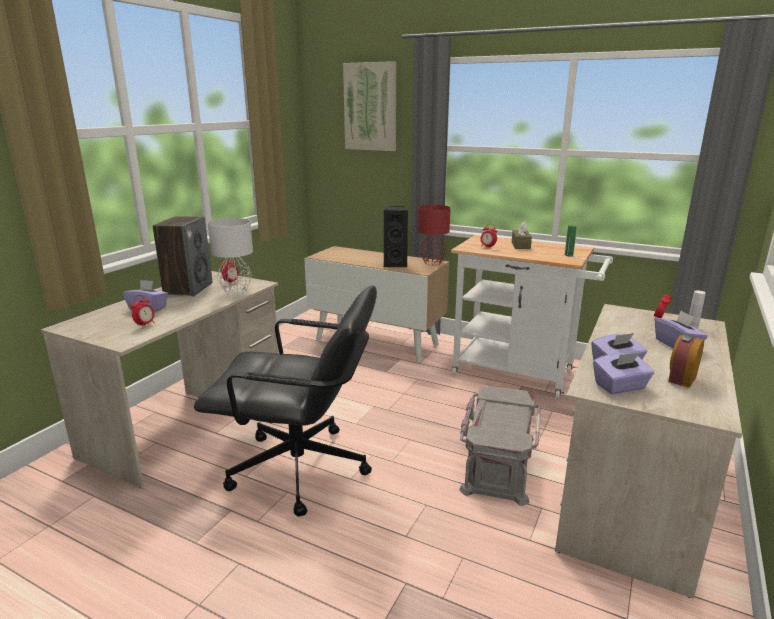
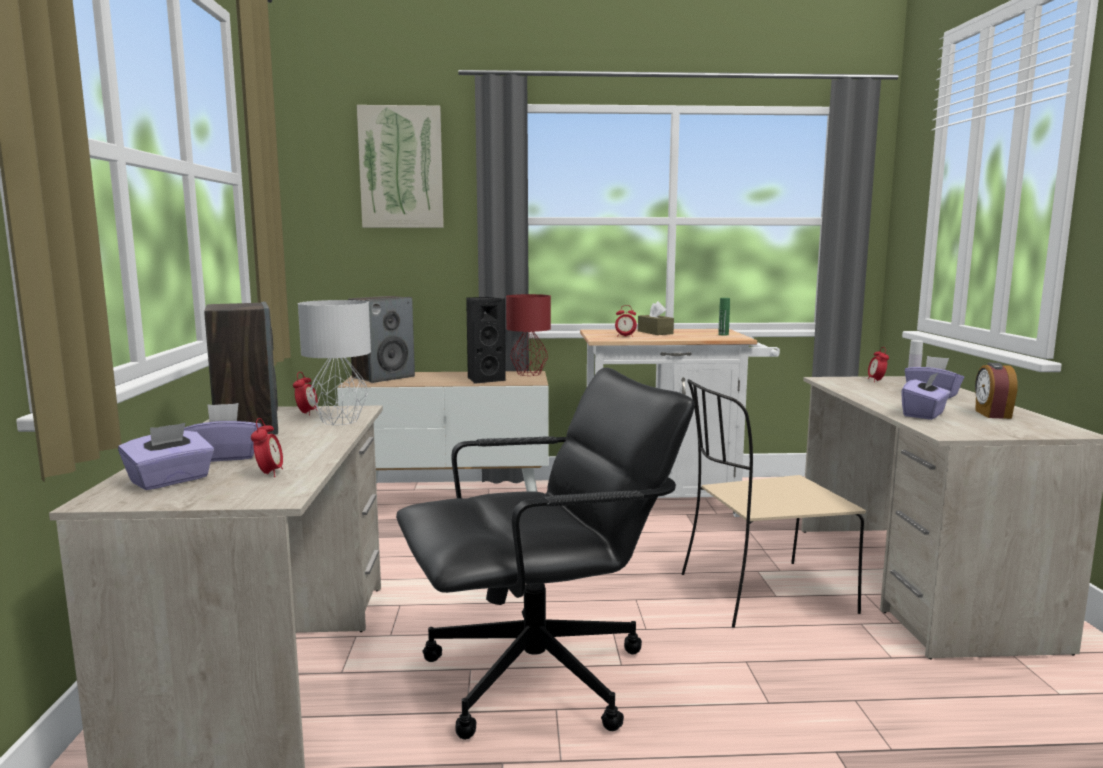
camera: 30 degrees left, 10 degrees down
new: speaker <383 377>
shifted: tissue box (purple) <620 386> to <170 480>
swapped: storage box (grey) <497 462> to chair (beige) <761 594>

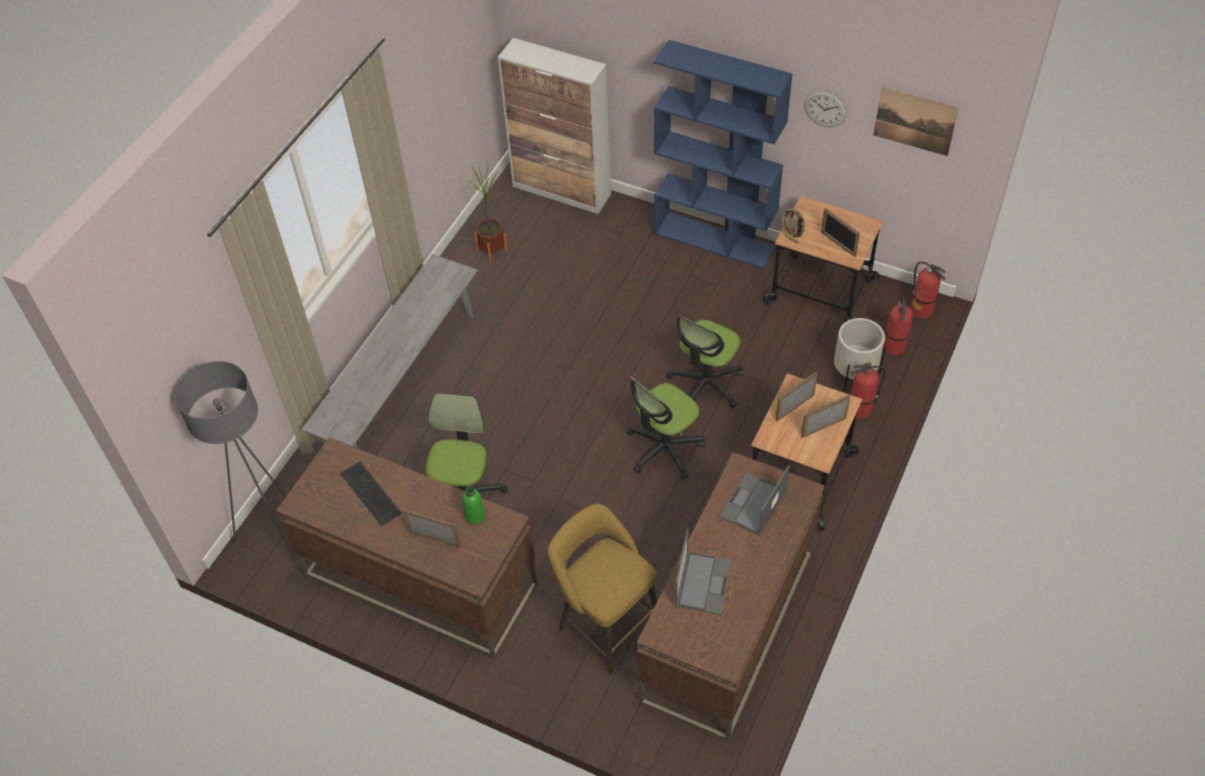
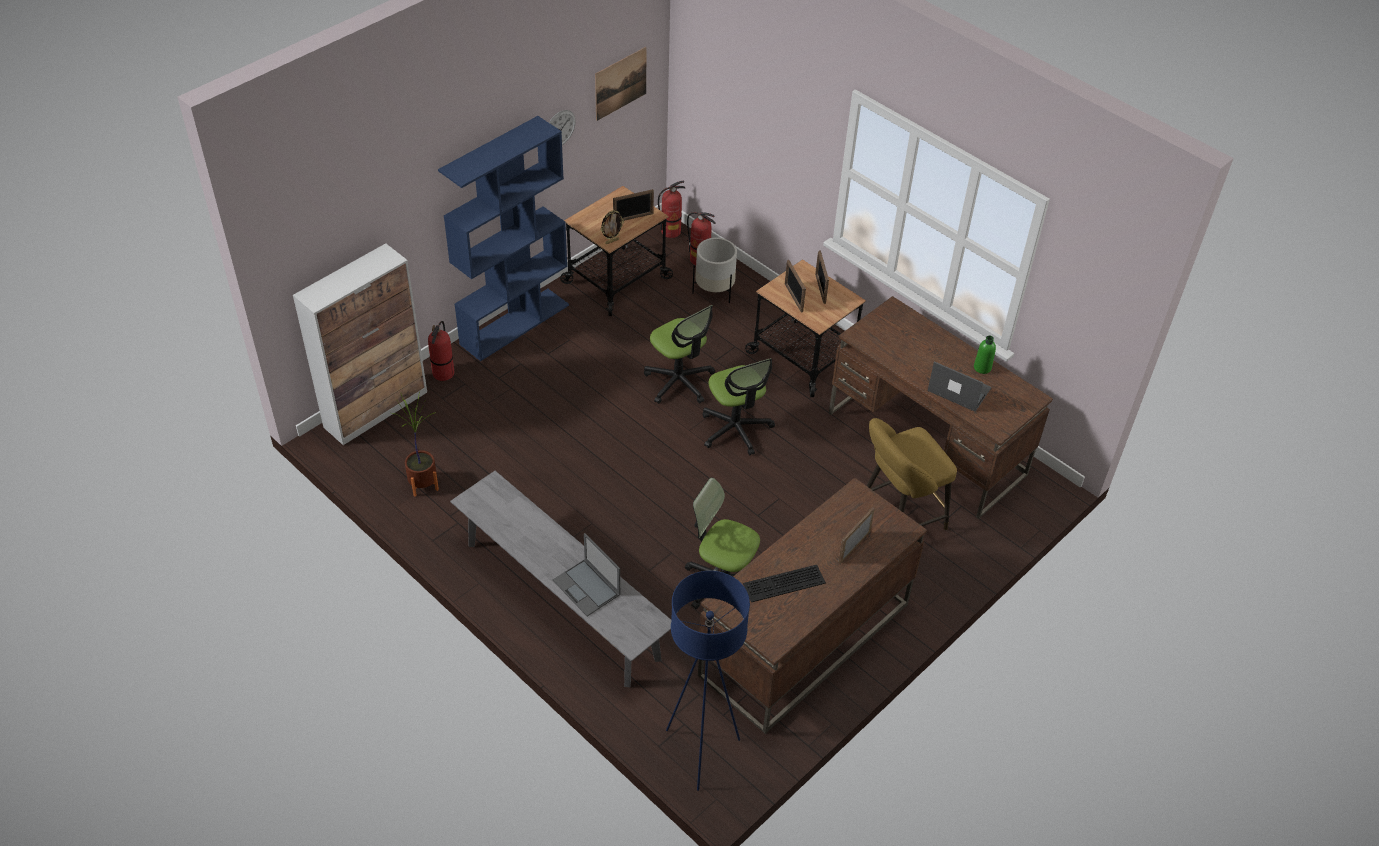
camera: 75 degrees left, 5 degrees down
shifted: fire extinguisher <860 410> to <443 374>; laptop <753 505> to <587 588>; bottle (green) <475 516> to <982 368>
repainted: floor lamp (grey) <273 533> to floor lamp (blue) <700 752>

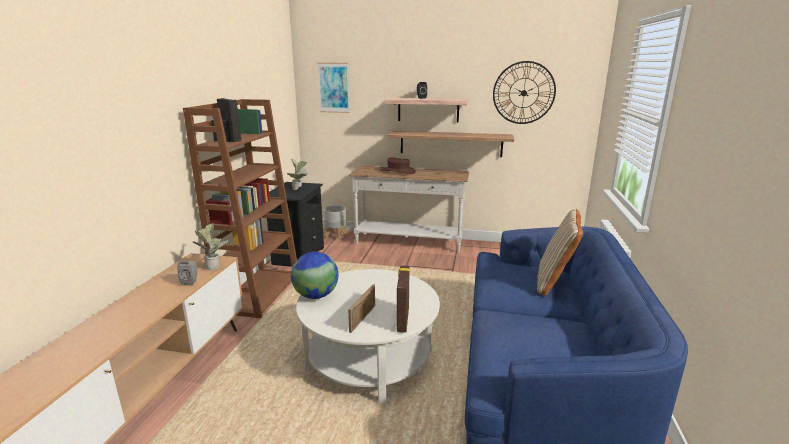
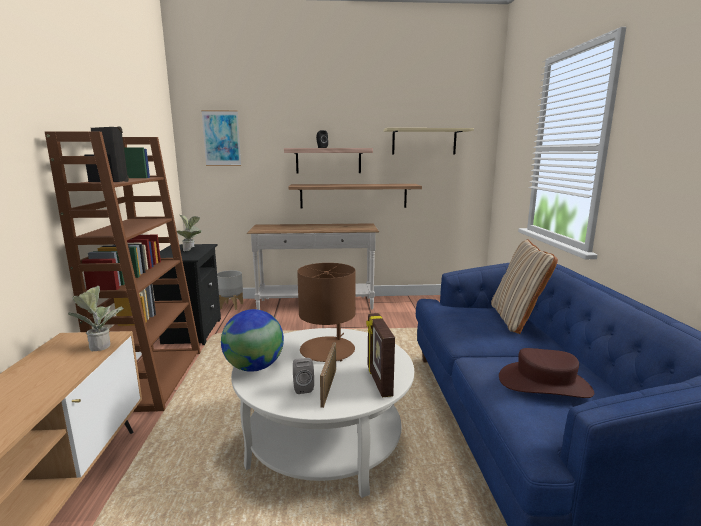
camera: 15 degrees left, 5 degrees down
new: table lamp (brown) <328 350>
shifted: speaker (grey) <190 282> to <302 387>; hat (brown) <398 171> to <544 383>
swapped: wall clock <523 93> to shelf (beige) <424 141>

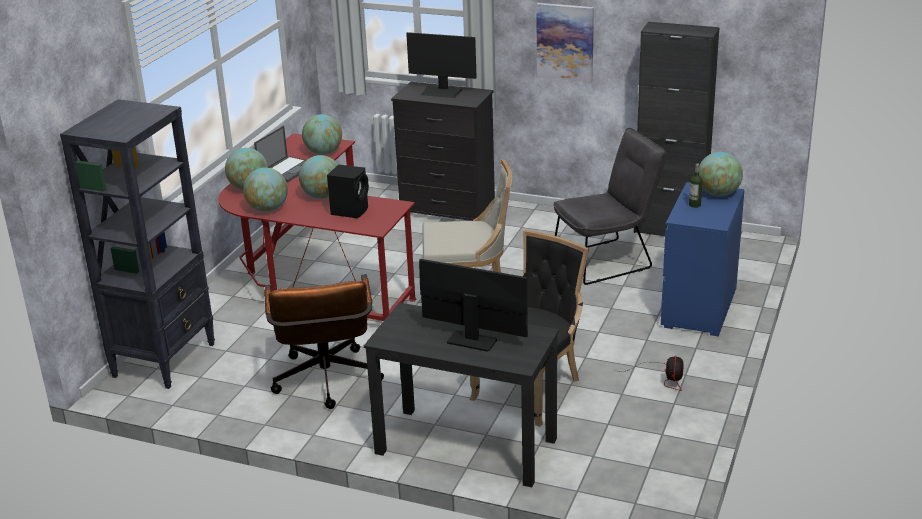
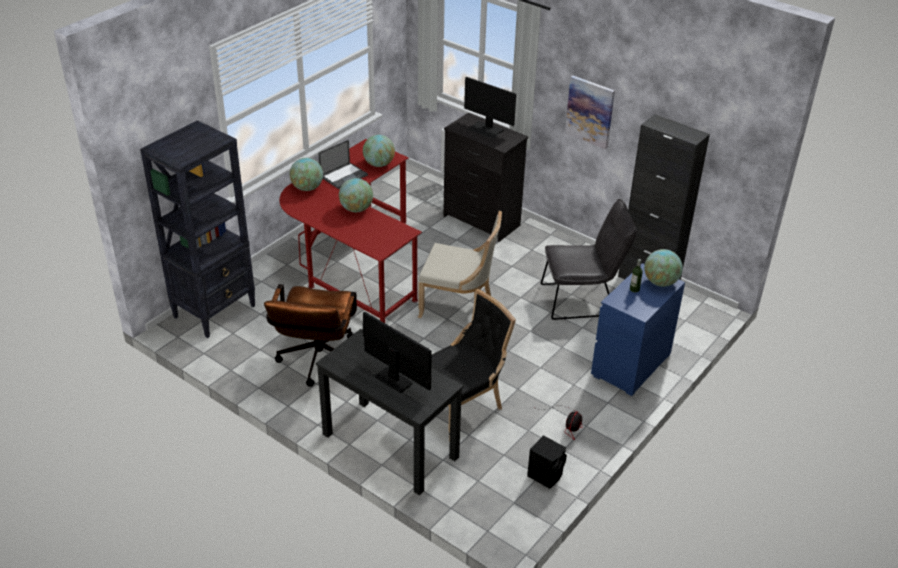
camera: 15 degrees right, 10 degrees up
gone: globe <267 209>
shifted: speaker (black) <350 210> to <546 474>

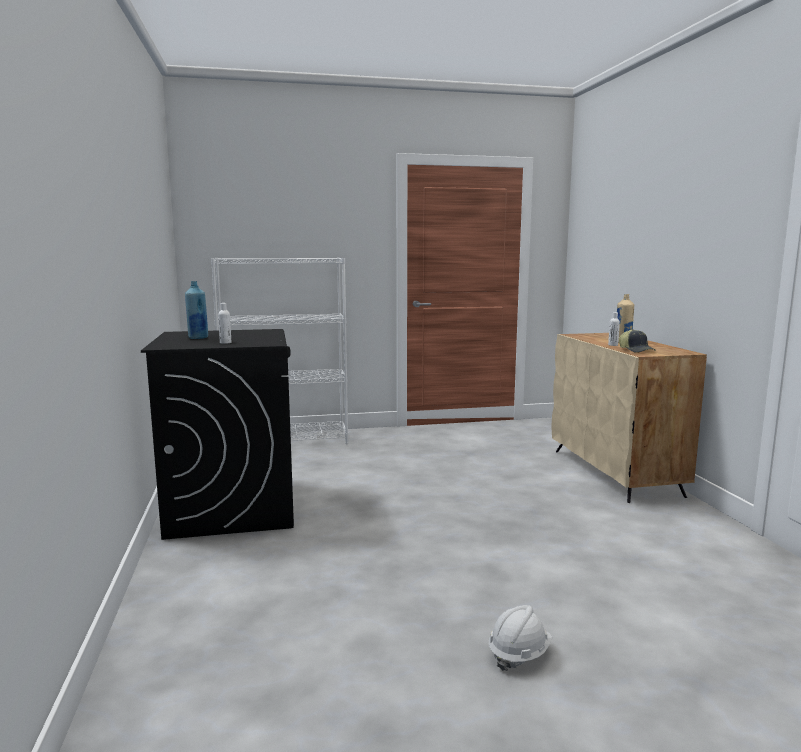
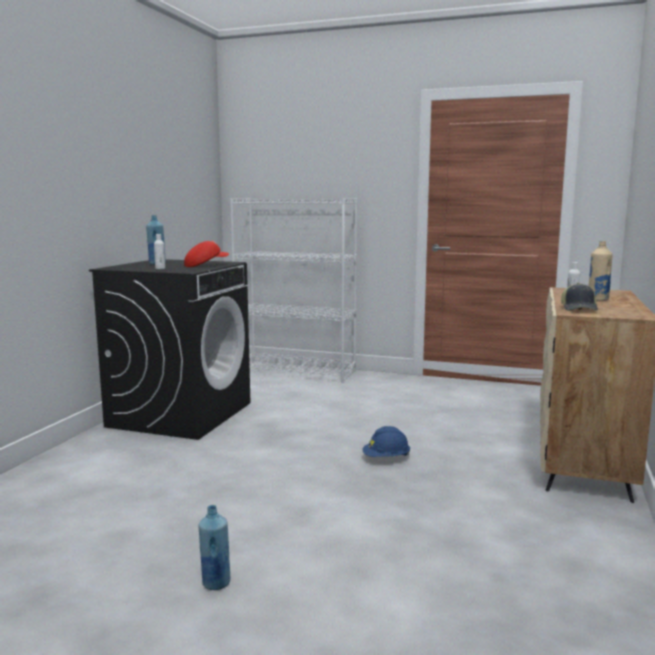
camera: 30 degrees right, 0 degrees up
new: cap (red) <206 265>; hard hat (blue) <386 458>
swapped: hard hat (white) <519 654> to bottle (blue) <215 583>

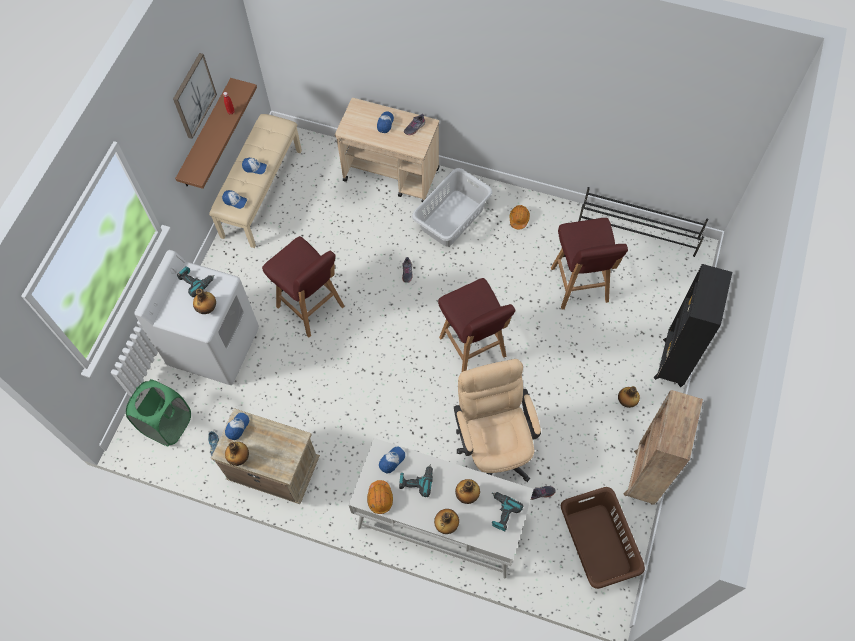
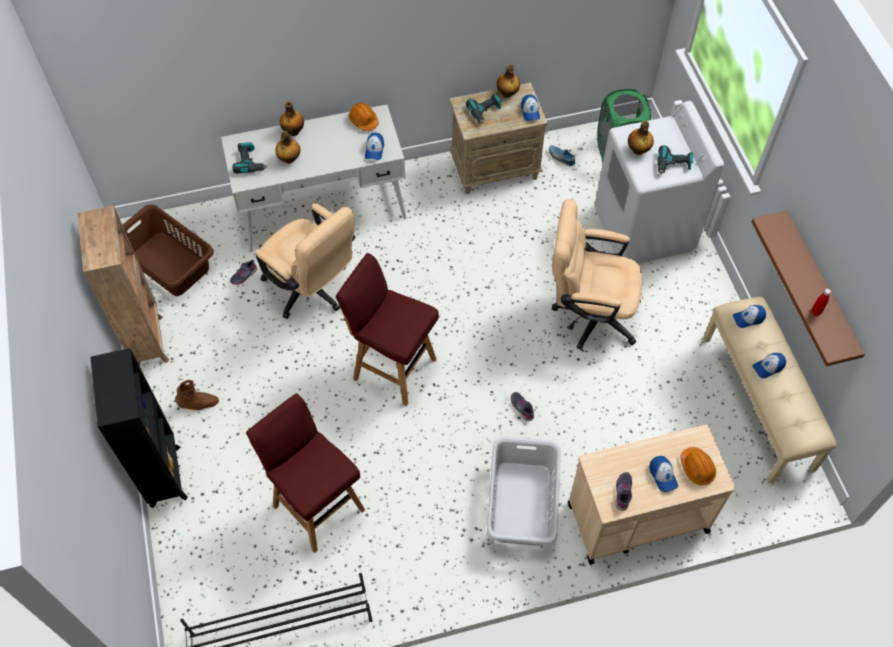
camera: 145 degrees right, 5 degrees down
gone: picture <193 96>
shifted: power drill <416 481> to <485 112>; hard hat (orange) <519 219> to <697 468>
swapped: bottle <626 401> to boot (brown) <198 404>; stool (red) <311 308> to office chair (beige) <588 314>

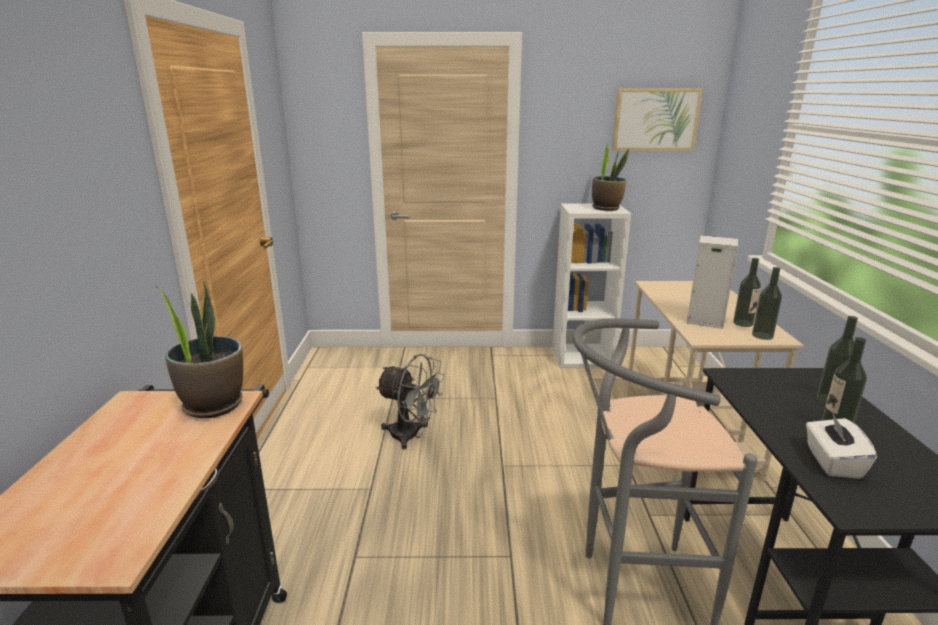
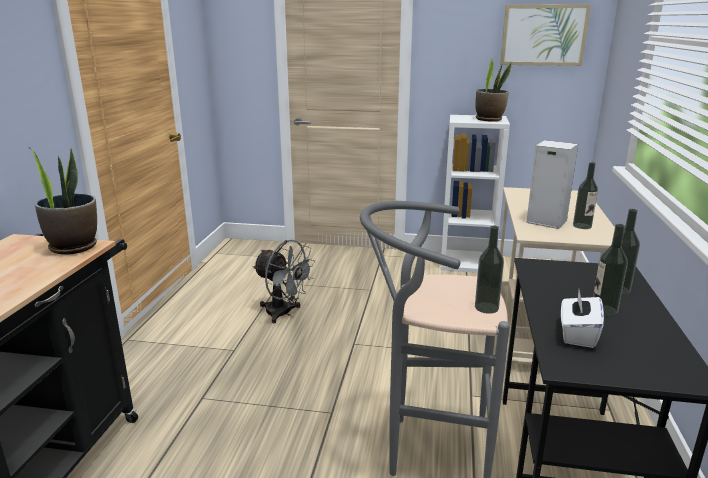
camera: 10 degrees right, 0 degrees up
shifted: bottle <762 335> to <486 308>

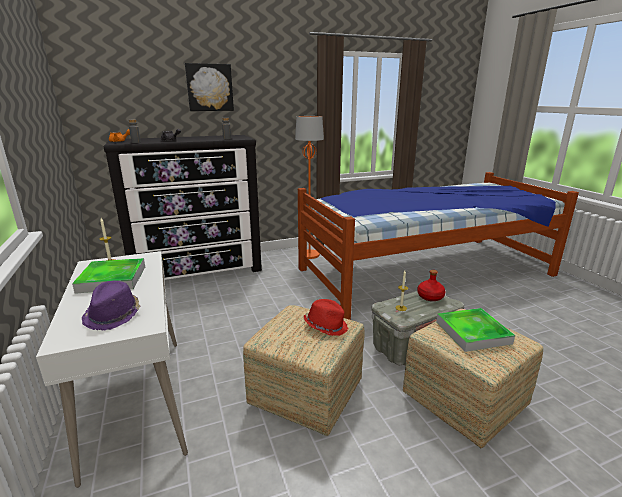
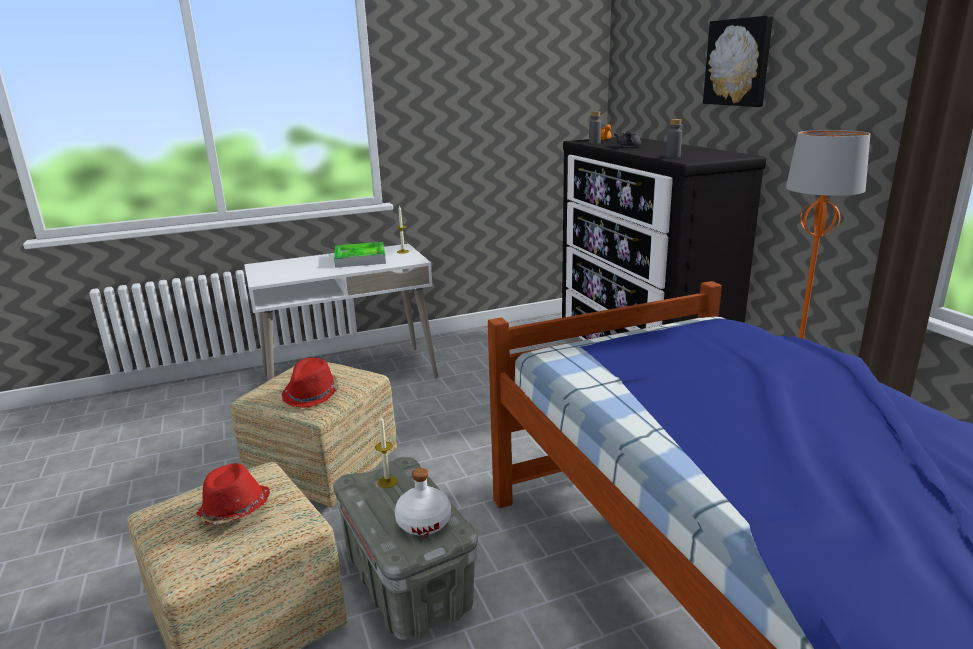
camera: 90 degrees right, 0 degrees up
gone: hat (purple) <114 315>
swapped: tray <472 332> to hat (red) <234 511>
repainted: bottle (red) <430 297> to bottle (white) <424 522>

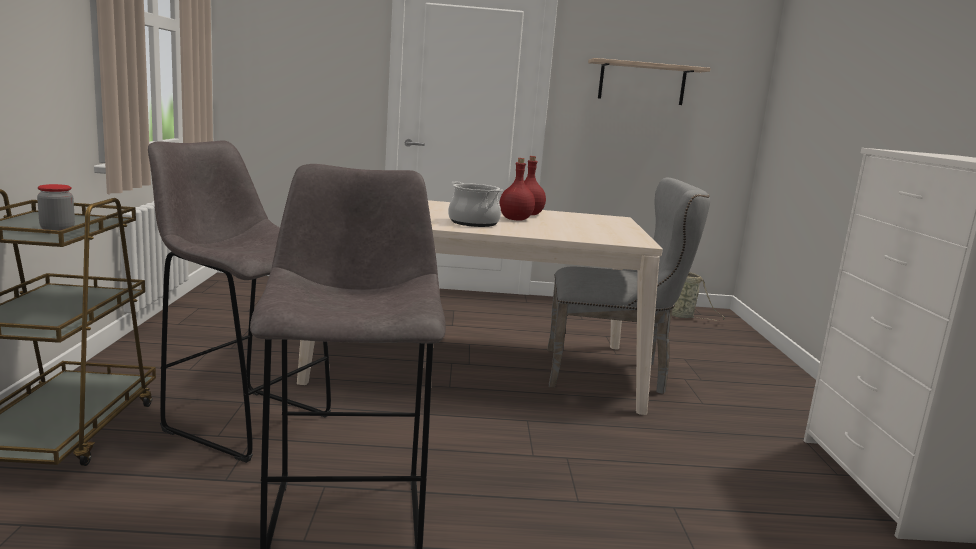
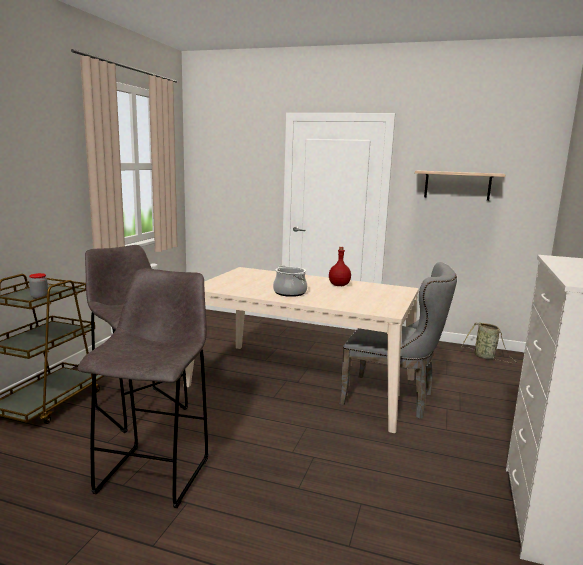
camera: 20 degrees right, 0 degrees up
gone: bottle (red) <516 219>

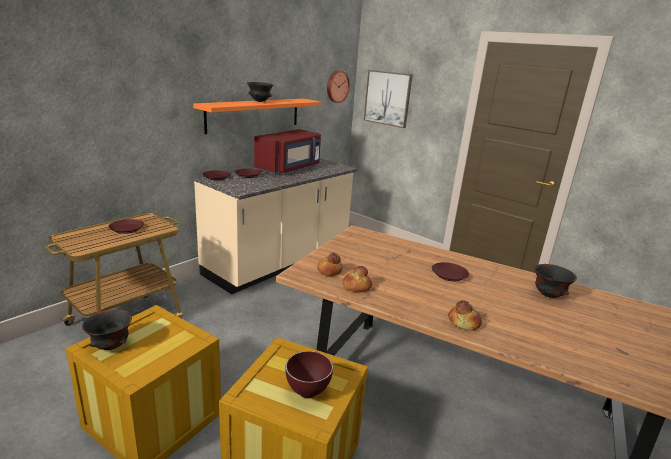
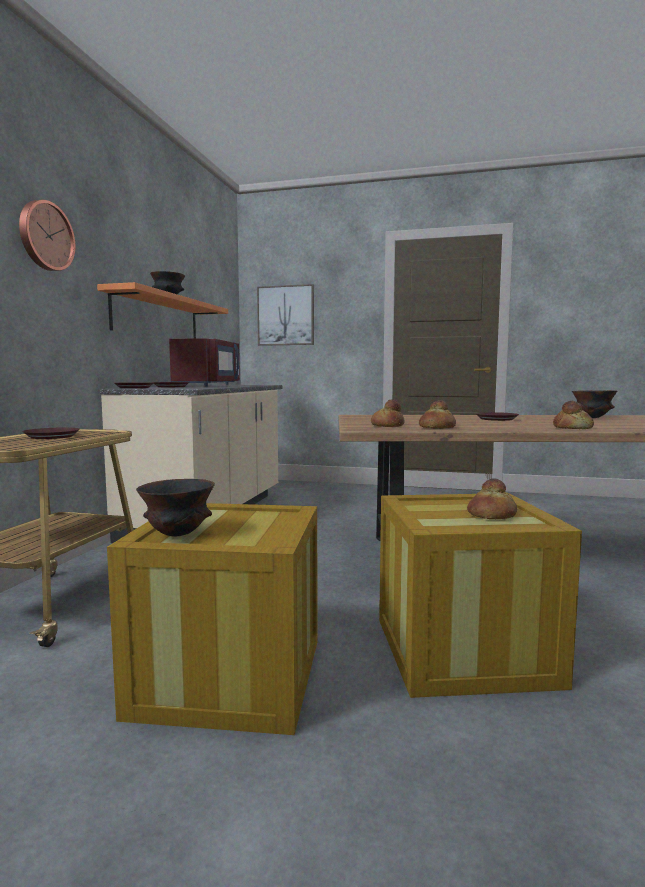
camera: 25 degrees left, 15 degrees down
shifted: wall clock <337 86> to <45 236>
swapped: bowl (brown) <308 393> to bread <492 515>

